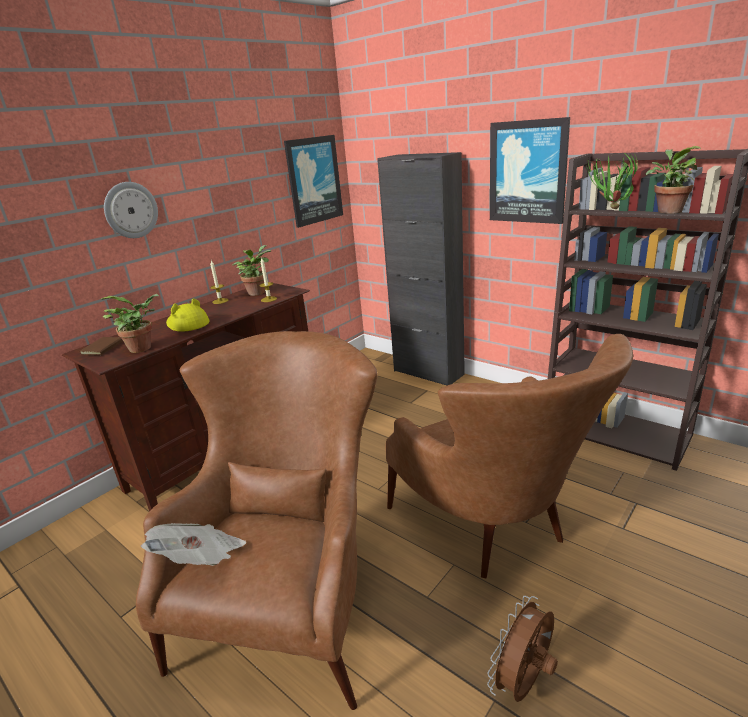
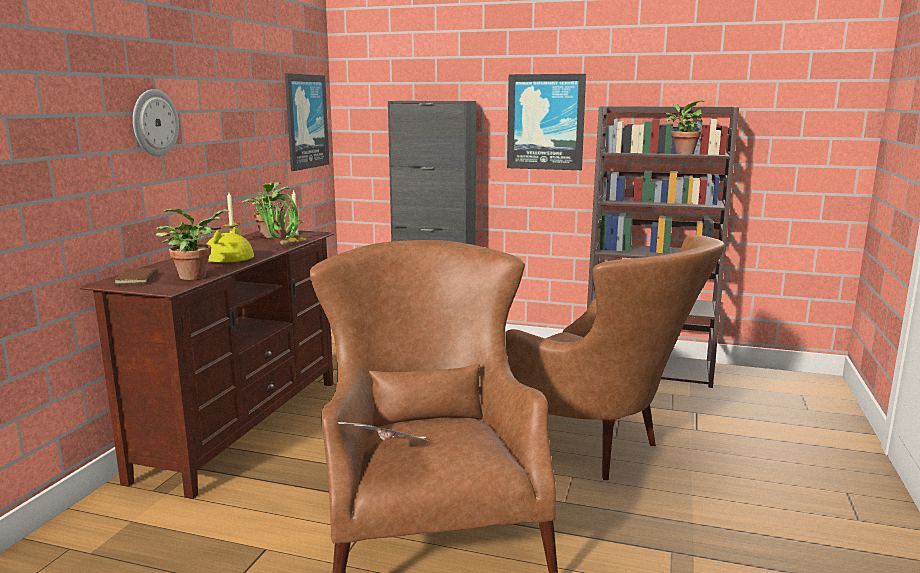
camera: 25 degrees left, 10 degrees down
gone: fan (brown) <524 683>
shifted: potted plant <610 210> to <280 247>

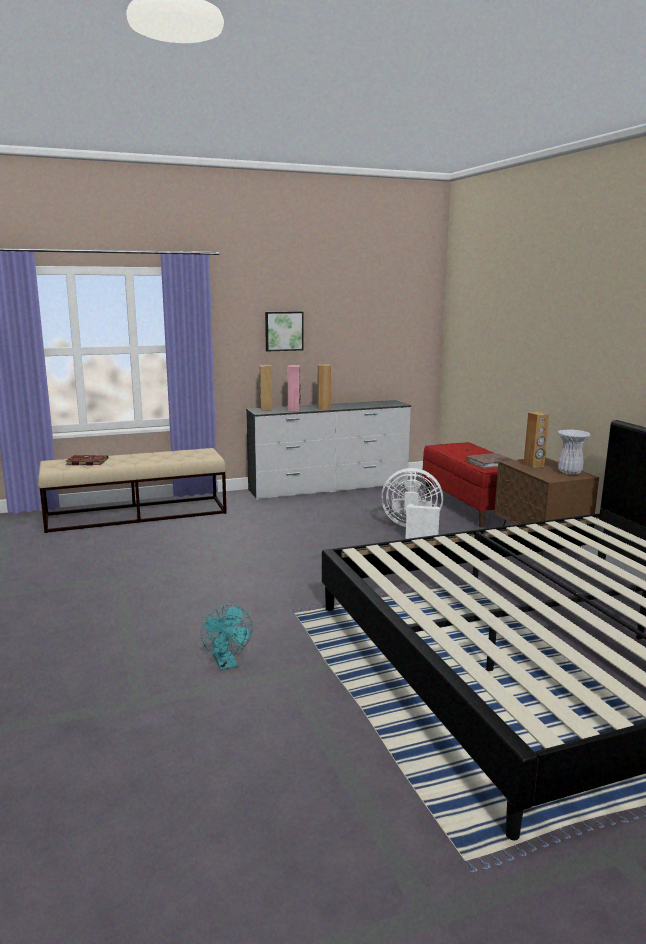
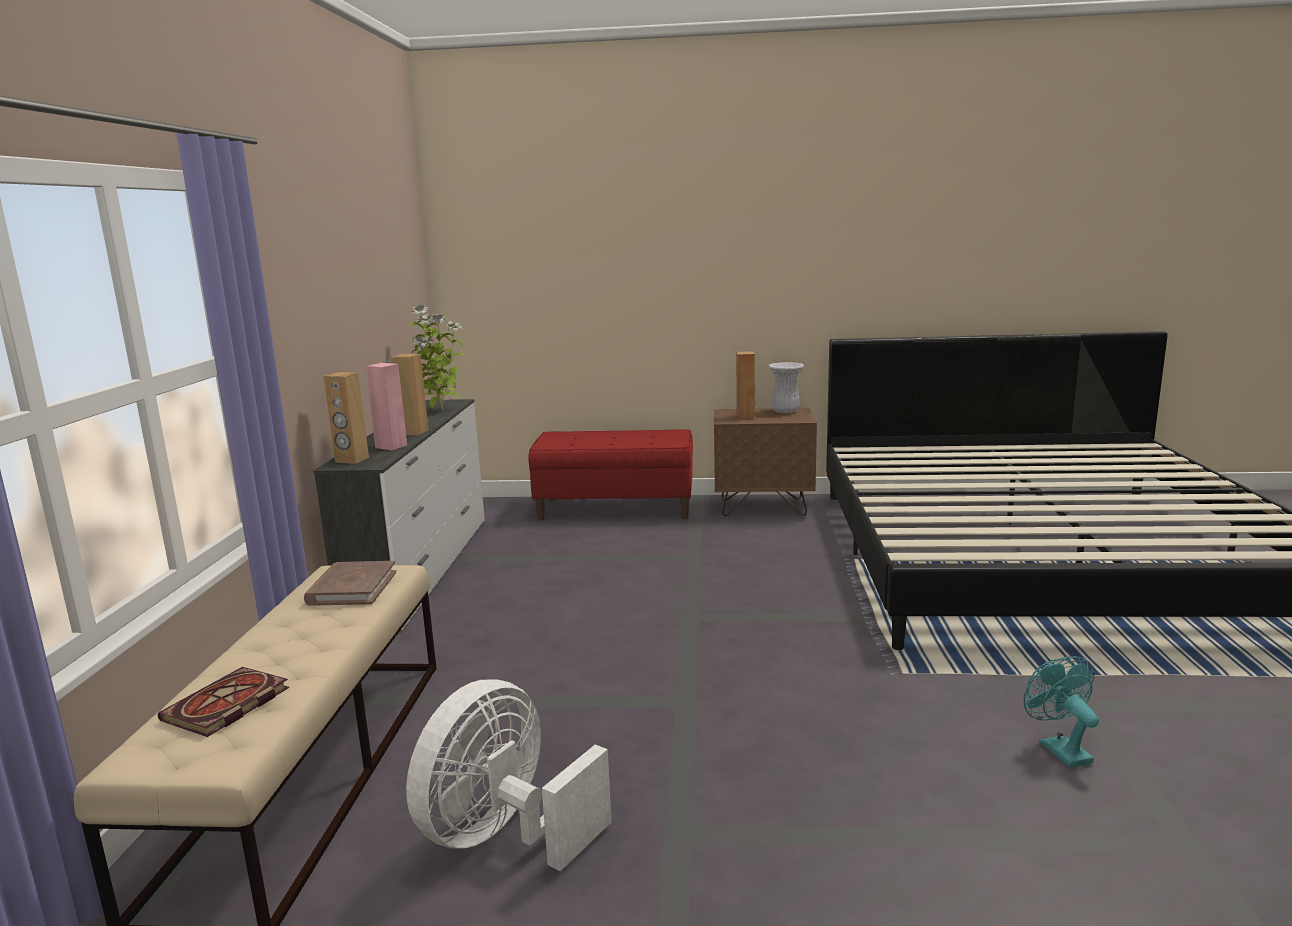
camera: 65 degrees left, 0 degrees up
gone: picture <283 331>
new: potted plant <441 410>
shifted: book (brown) <489 463> to <352 588>; fan (white) <412 530> to <505 836>
rotated: fan (turquoise) <227 664> = <1059 749> 105 degrees counterclockwise

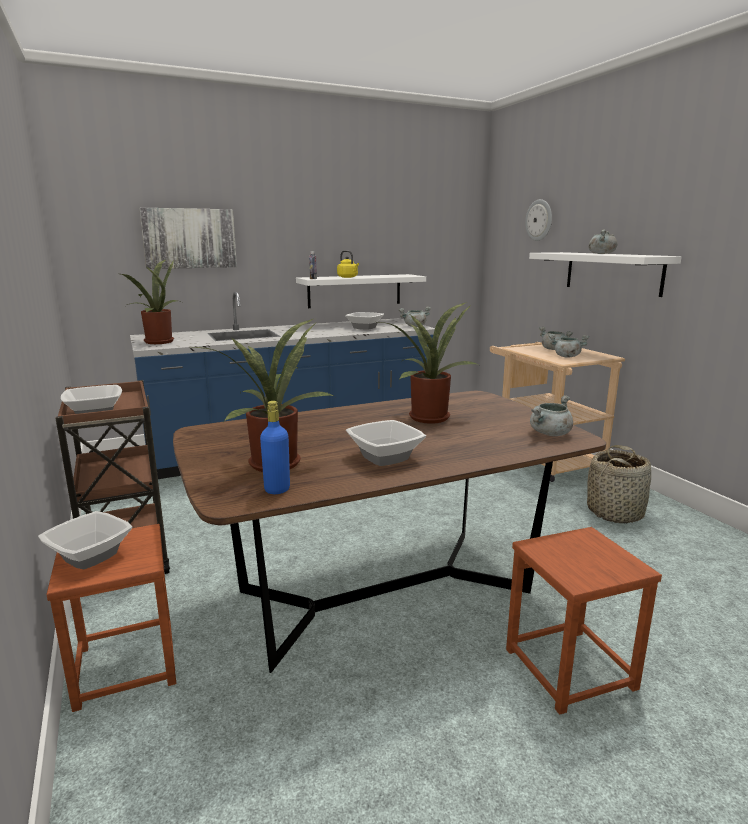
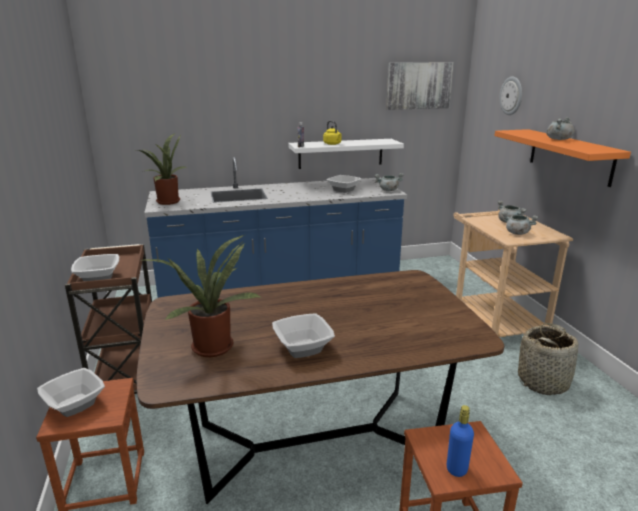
camera: 10 degrees right, 5 degrees up
gone: potted plant <427 416>; cooking pot (grey) <550 434>
shifted: picture <189 238> to <418 85>; bottle (blue) <277 489> to <456 469>
repainted: shelf (white) <612 272> to shelf (orange) <570 156>

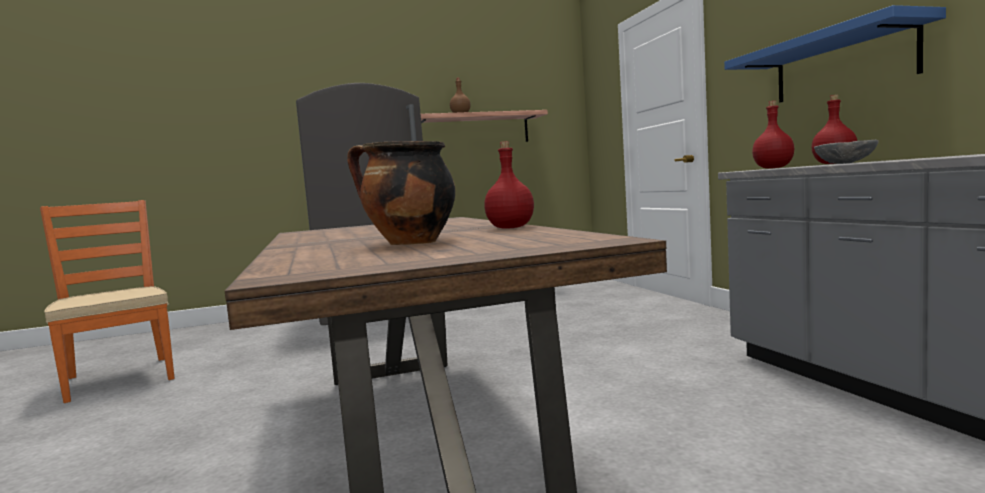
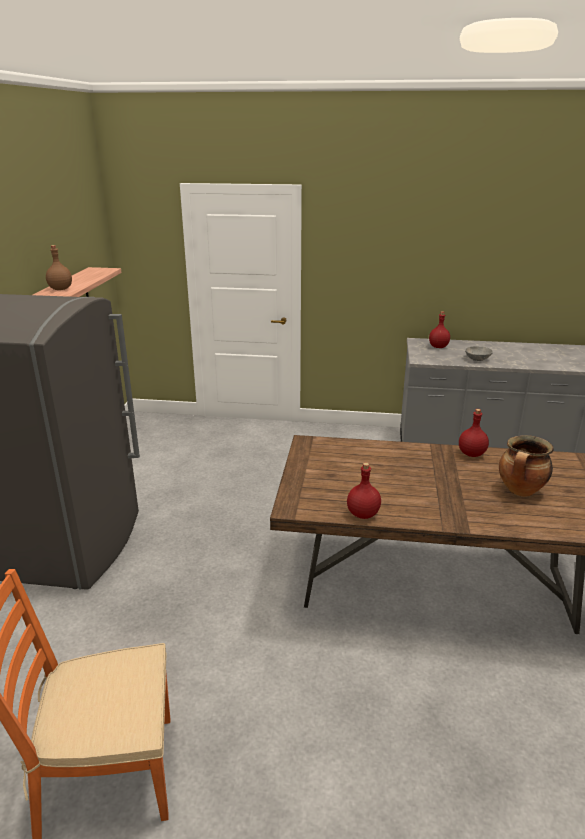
camera: 65 degrees left, 20 degrees up
gone: shelf (blue) <842 64>
shifted: bottle (red) <773 168> to <362 514>

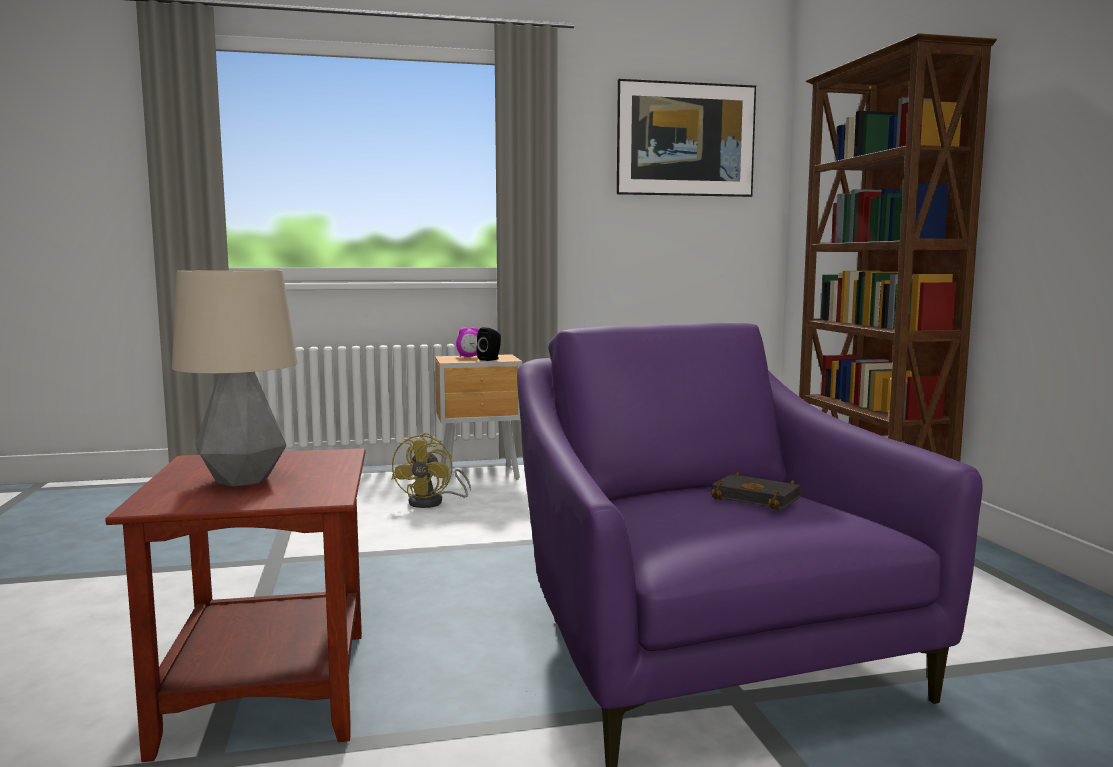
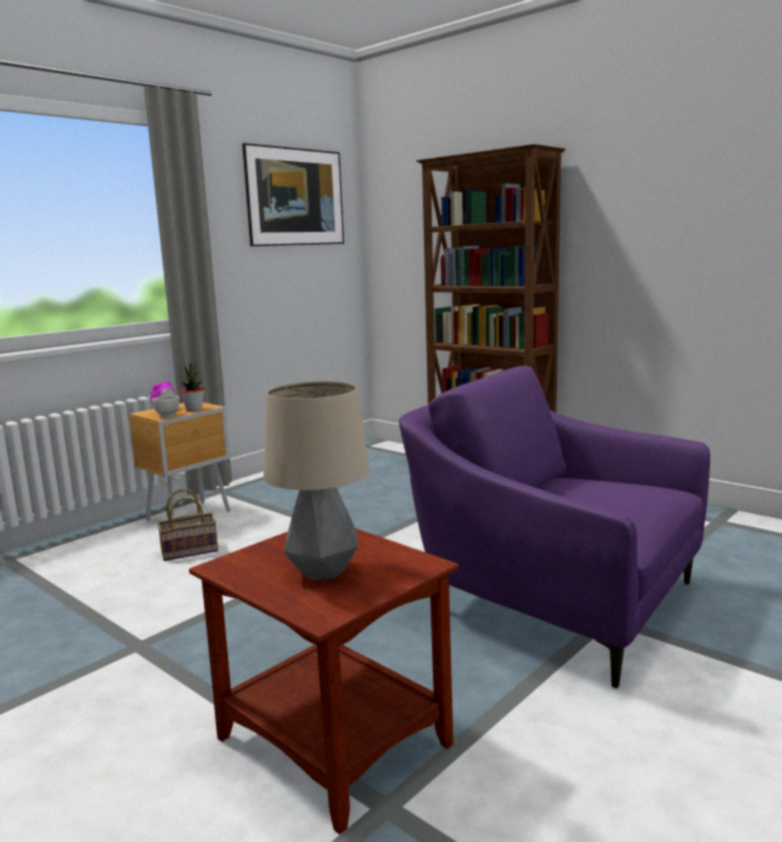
camera: 35 degrees left, 5 degrees up
gone: book (black) <759 498>
new: bowl (white) <167 416>
swapped: fan (yellow) <433 502> to basket <191 550>; speaker (black) <490 359> to potted plant <194 409>

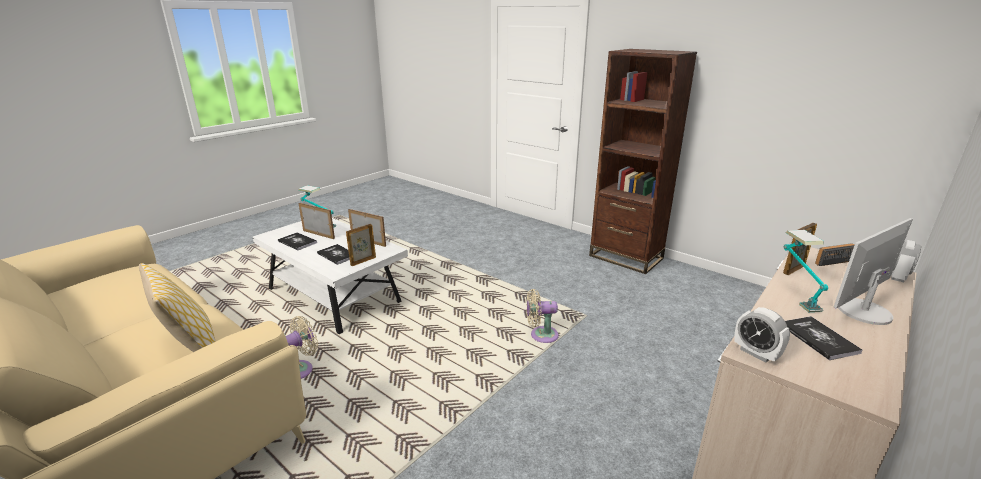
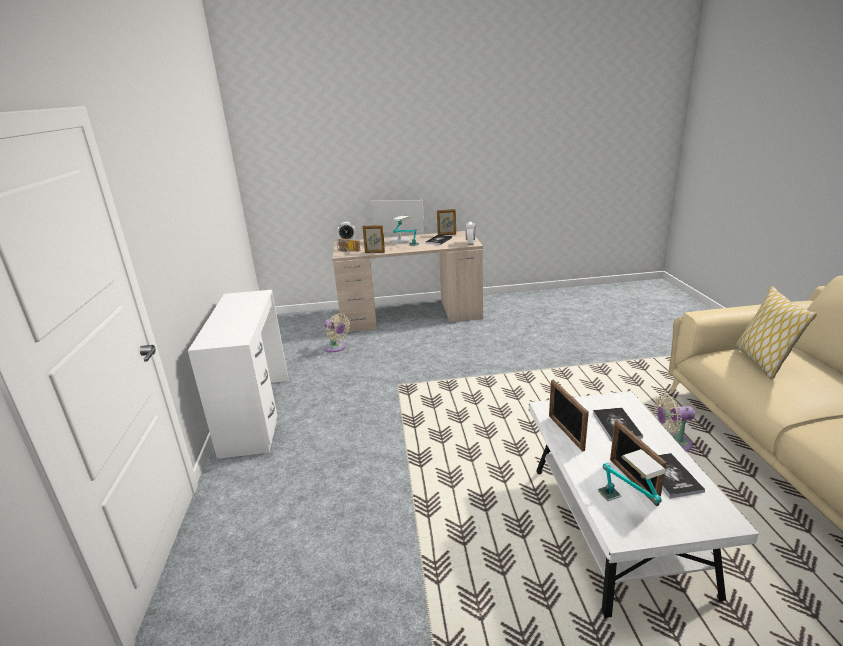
camera: 135 degrees left, 0 degrees up
shifted: fan (beige) <541 335> to <336 348>; picture frame <363 261> to <447 234>
swapped: bookcase (brown) <626 257> to desk (white) <256 414>

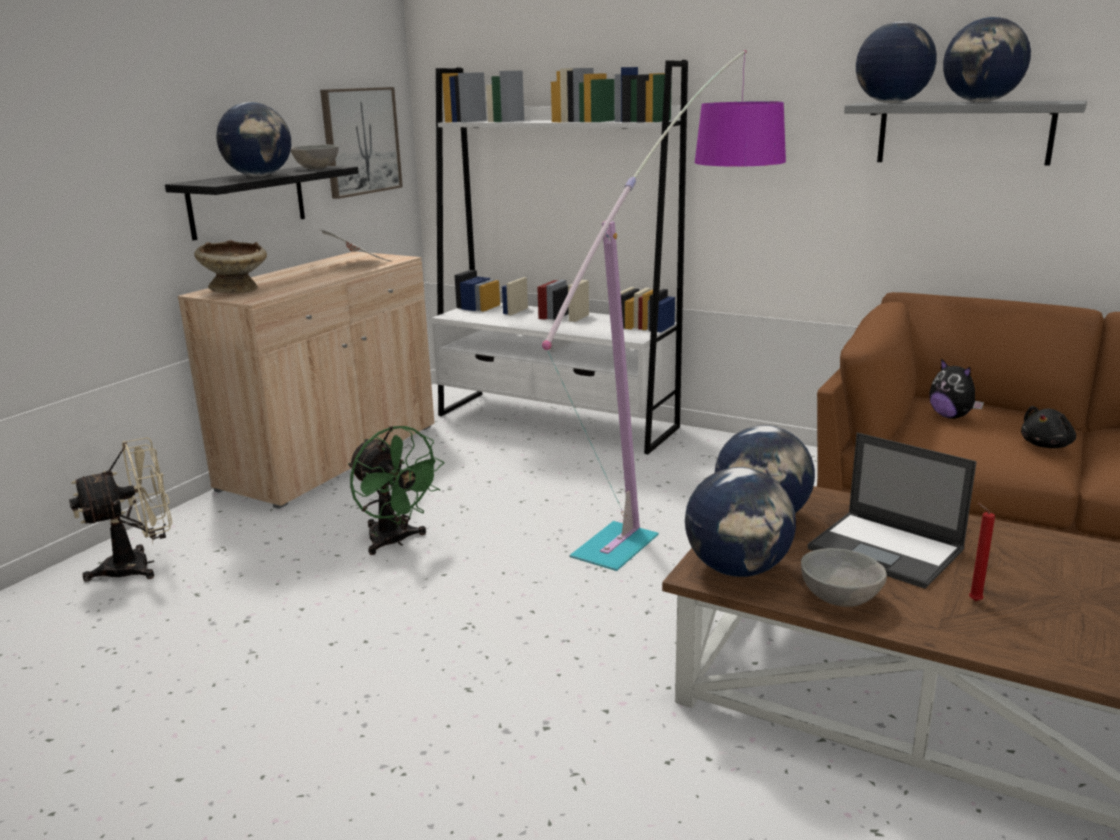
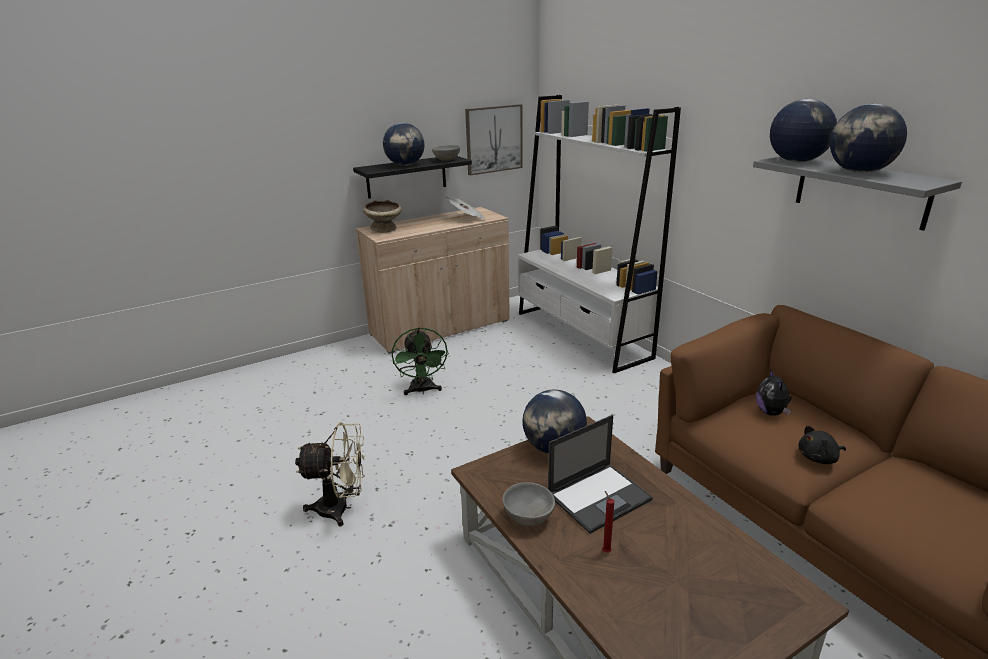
camera: 30 degrees right, 5 degrees up
gone: floor lamp <683 489>; globe <737 570>
shifted: fan (beige) <140 565> to <341 508>
rotated: laptop <887 550> = <600 496> 105 degrees counterclockwise

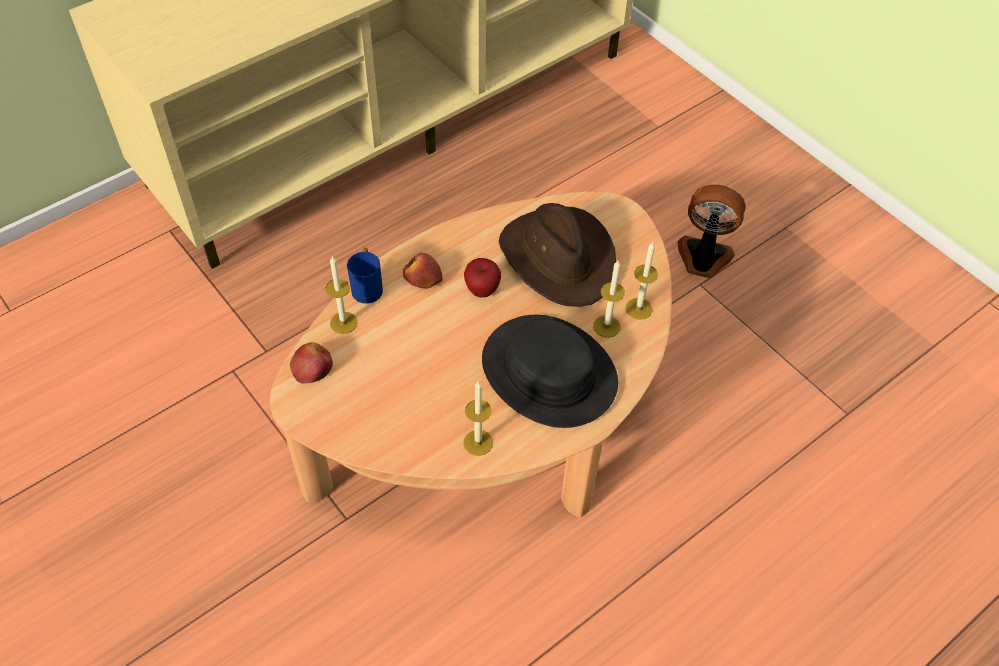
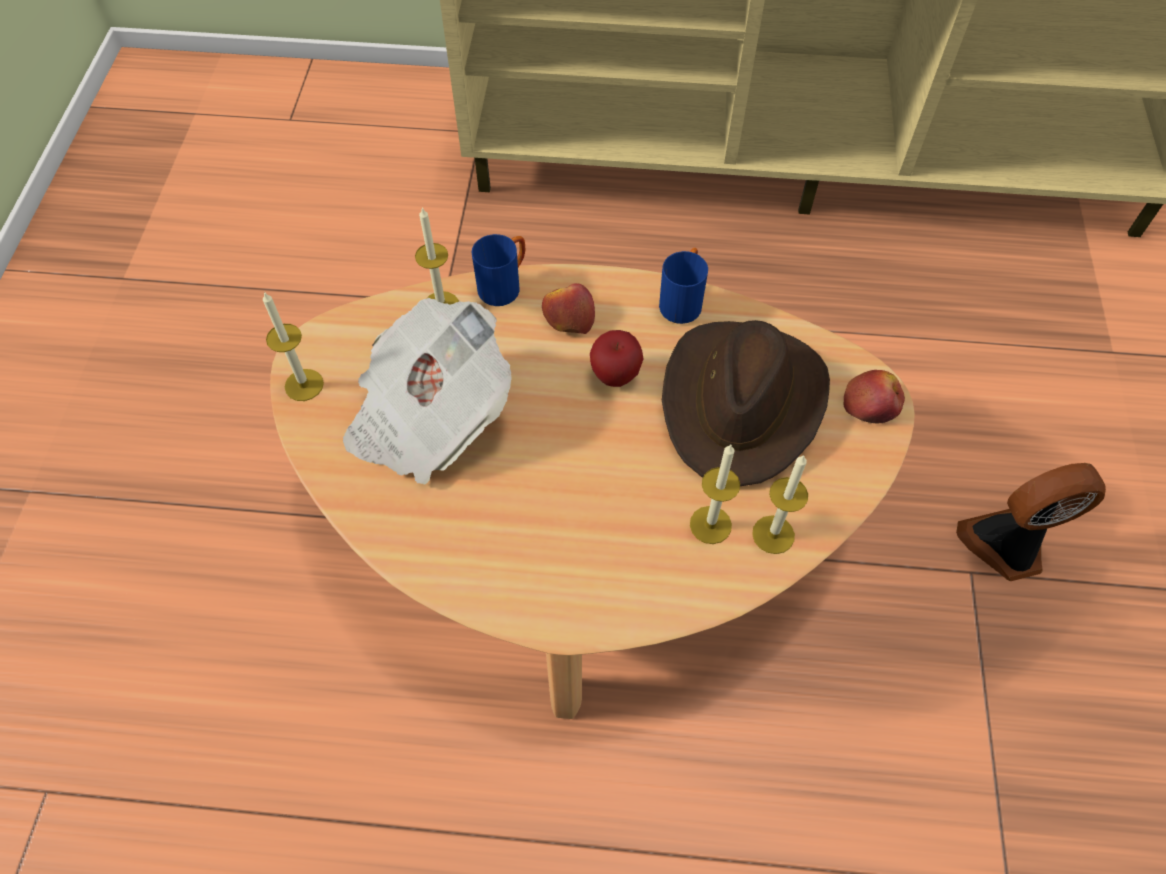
camera: 45 degrees right, 5 degrees up
gone: hat (black) <548 372>
new: newspaper <428 416>; mug (blue) <682 301>
shifted: candle <478 442> to <304 385>; apple <312 367> to <872 403>
rotated: fan <703 259> = <1007 546> 75 degrees counterclockwise

